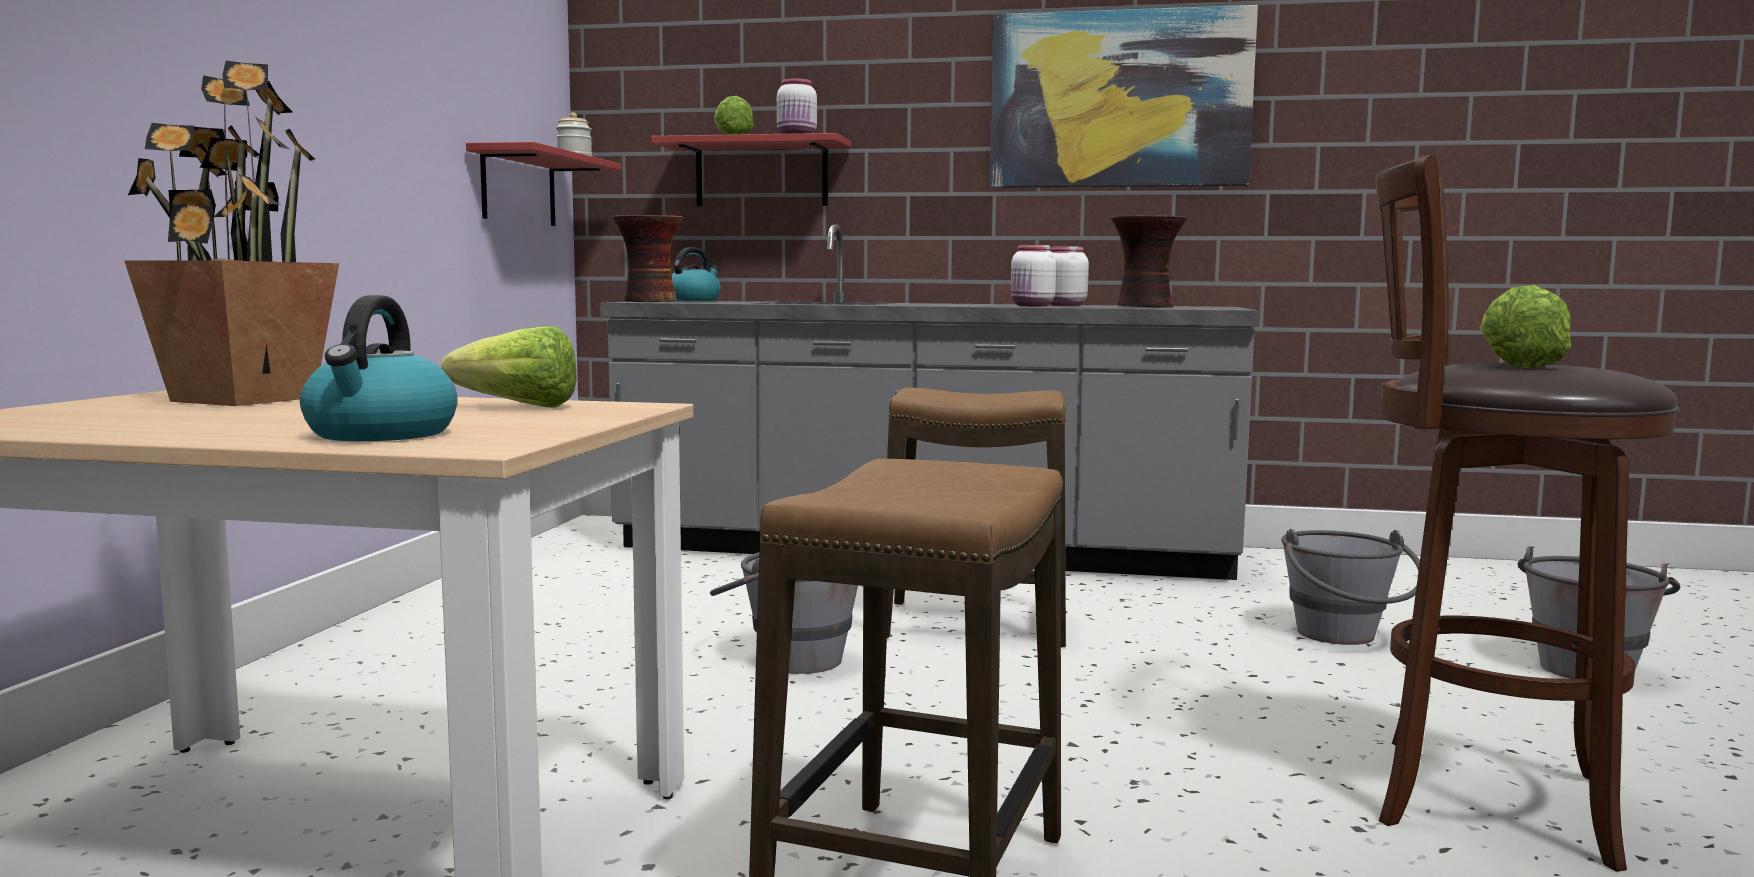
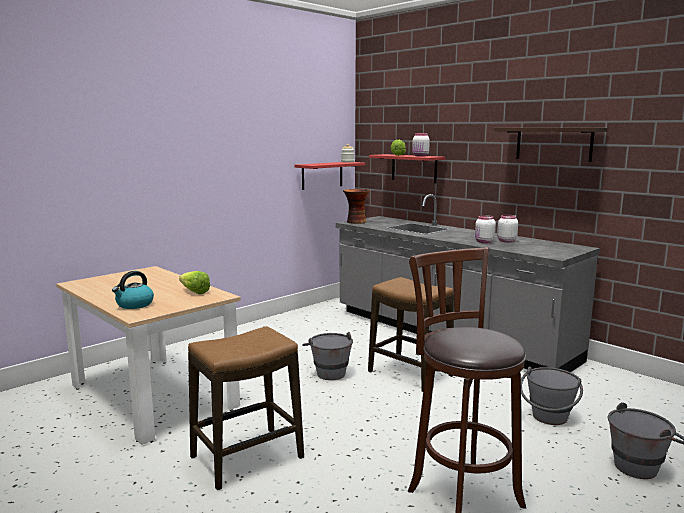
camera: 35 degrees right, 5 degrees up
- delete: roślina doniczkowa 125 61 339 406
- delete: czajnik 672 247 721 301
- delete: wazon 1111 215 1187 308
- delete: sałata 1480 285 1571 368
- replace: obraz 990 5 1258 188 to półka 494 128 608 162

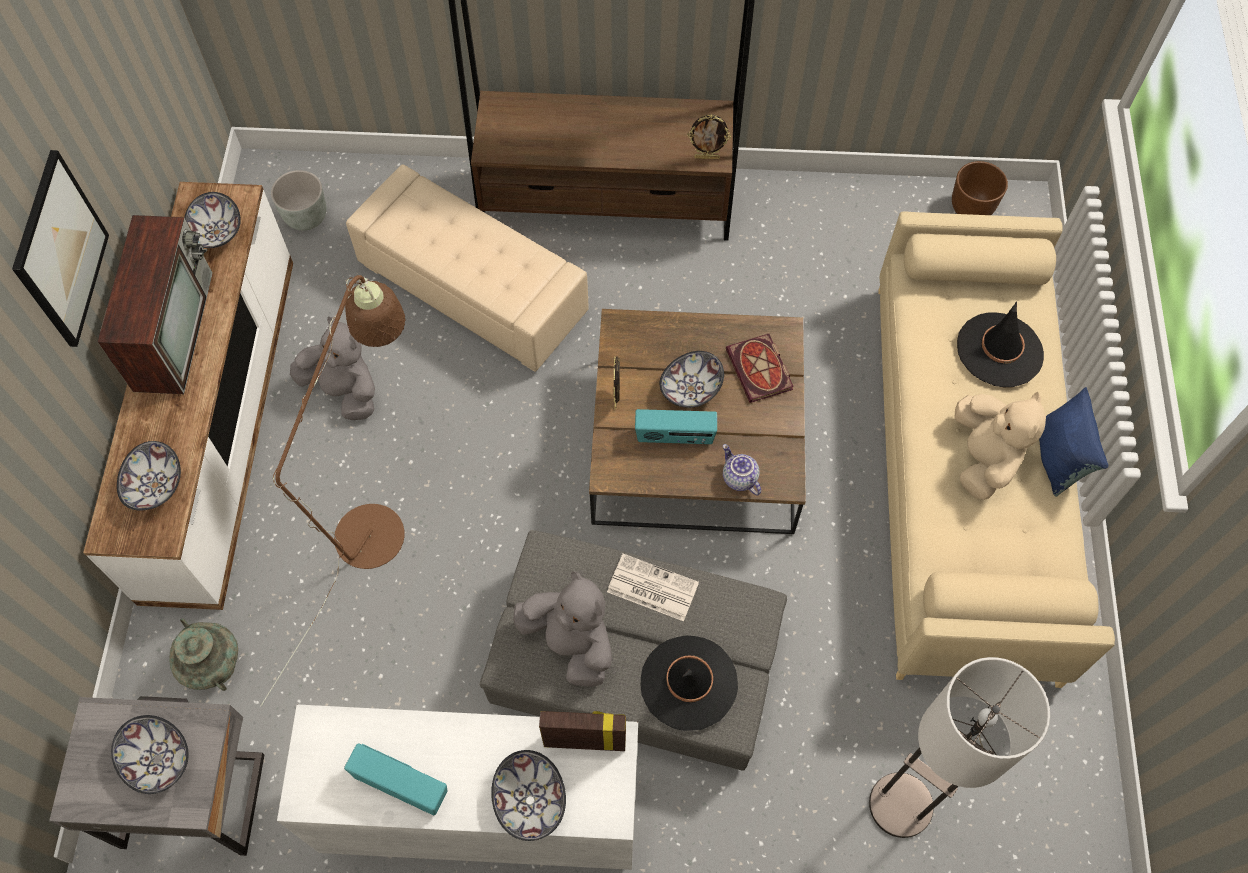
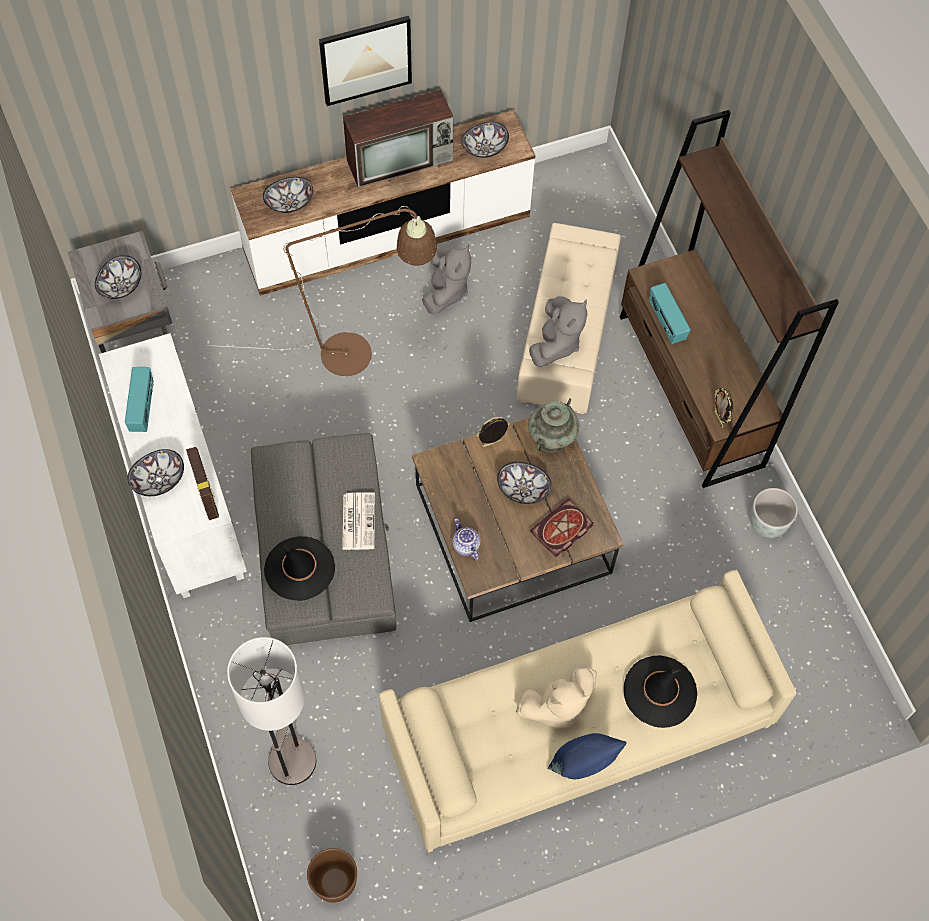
camera: 65 degrees right, 0 degrees up
- move: wazon (turkusowy) 169 618 238 691 to 528 398 579 452
- move: donica (szary) 271 170 326 231 to 750 488 798 538
- move: pluszak (szary) 513 571 612 687 to 529 296 588 367
- move: radio 635 409 717 444 to 649 283 690 344
- move: donica (brązowy) 952 161 1008 215 to 307 848 357 903
- rotate: imbryk 723 444 761 496 = 452 518 481 561 60 degrees counterclockwise

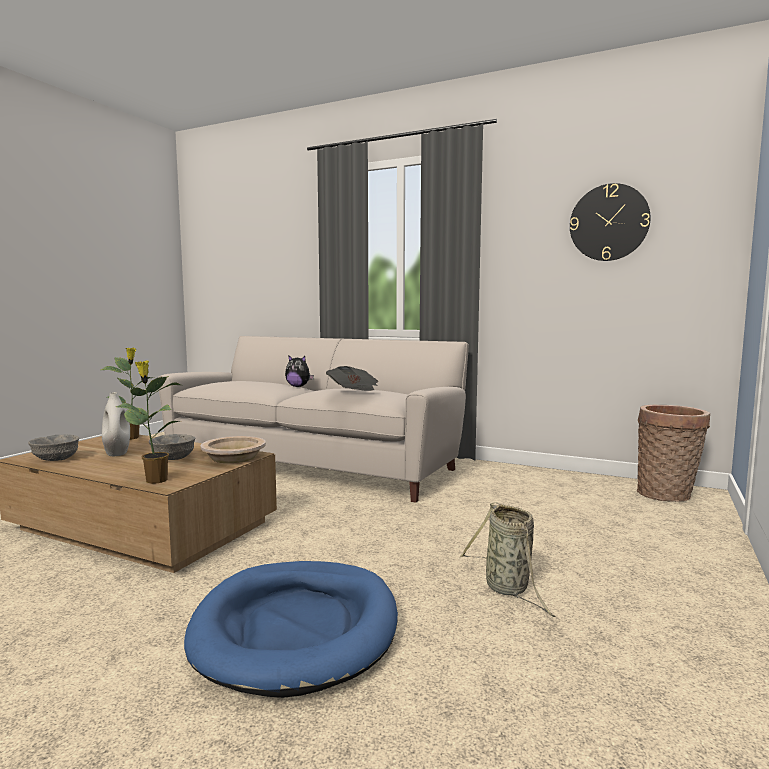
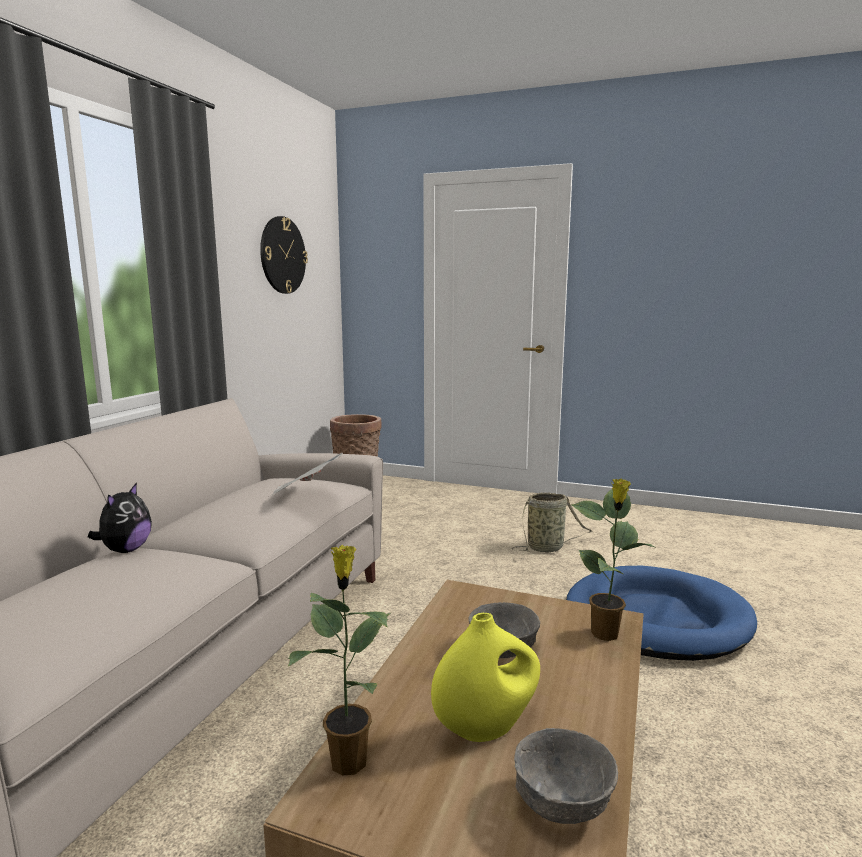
camera: 95 degrees left, 5 degrees up
- delete: miska (beżowy) 200 436 266 463
- recolor: wazon (biały) 102 392 130 456 to wazon (żółty) 431 613 540 742

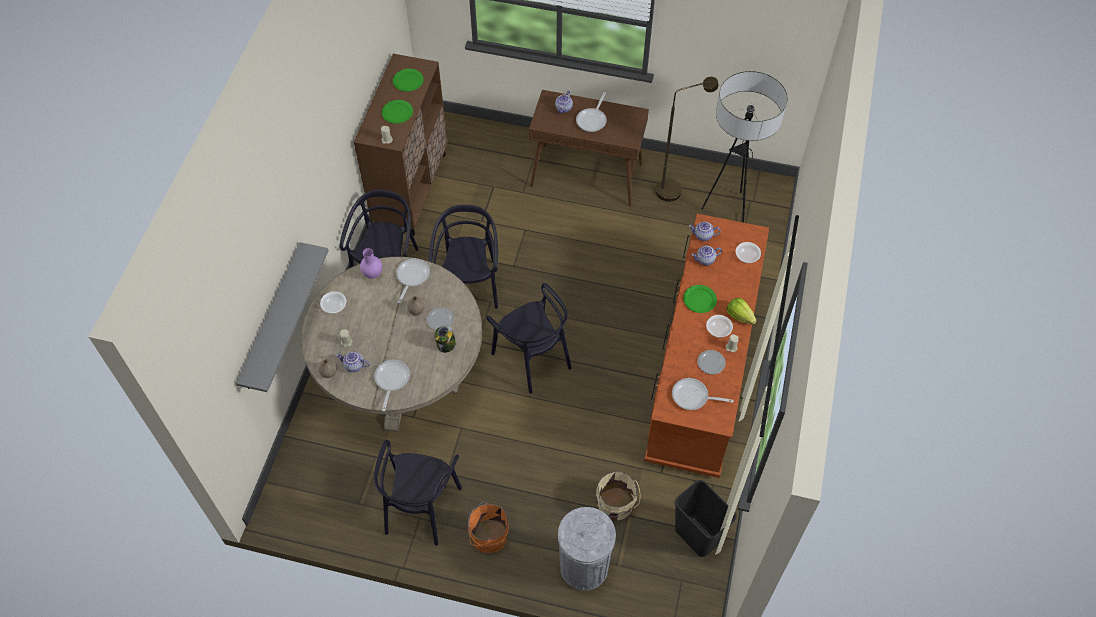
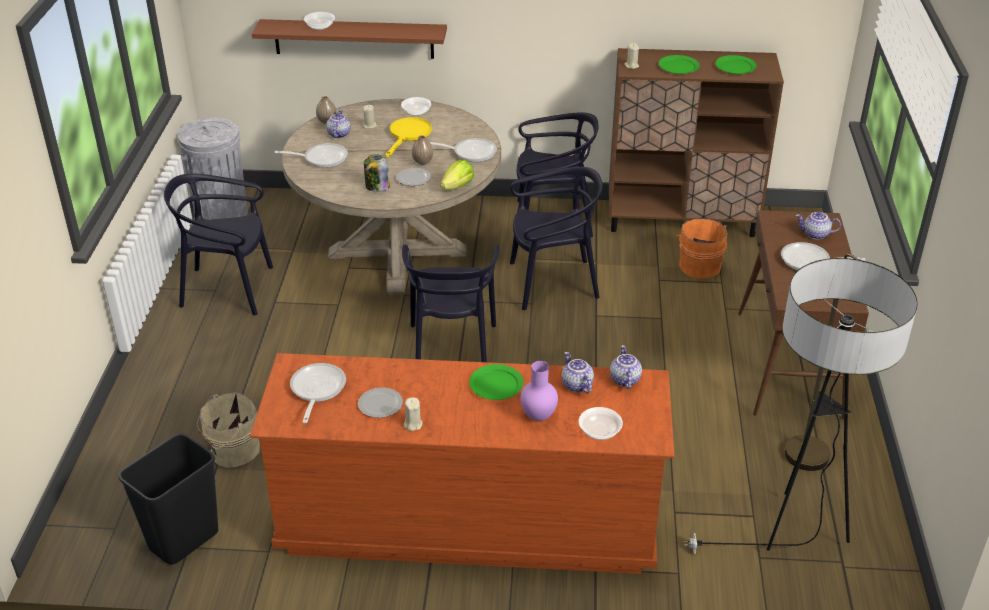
camera: 80 degrees right, 20 degrees down
- insert: patelnia (żółty) 385 117 432 157
- move: wazon (fioletowy) 360 248 382 279 to 520 361 558 421
- move: wiadro (pomarańczowy) 468 502 509 553 to 676 219 727 279
- move: kosz na śmieci (szary) 558 507 616 591 to 177 118 248 220
- move: miska 706 315 733 337 to 304 12 335 30
- move: sałata 727 298 756 325 to 441 160 474 190
- recolor: półka (szary) 236 242 329 392 to półka (brązowy) 252 19 447 59
- rotate: krzesło (czarny) 486 283 572 393 = 402 245 500 362 45 degrees counterclockwise

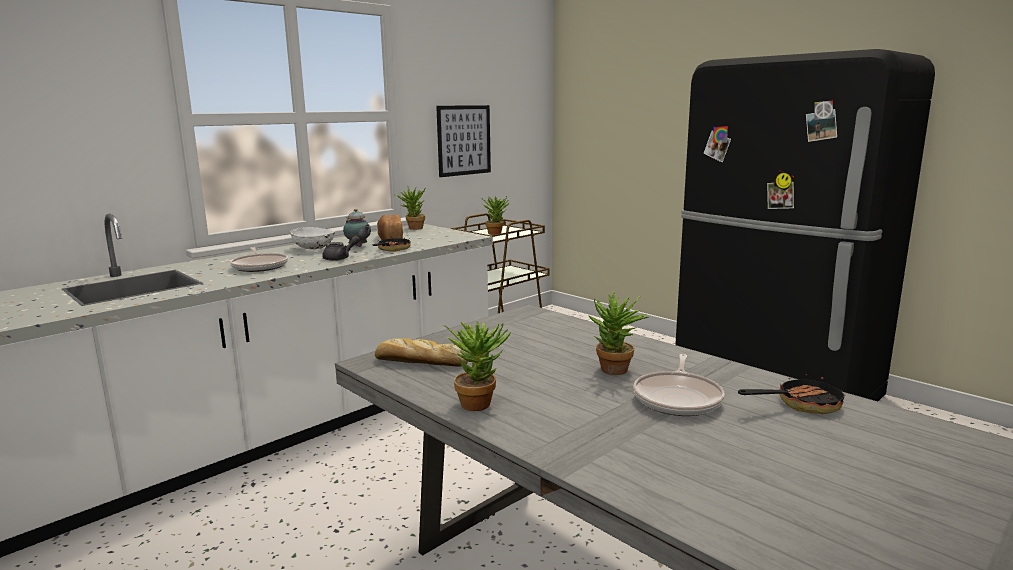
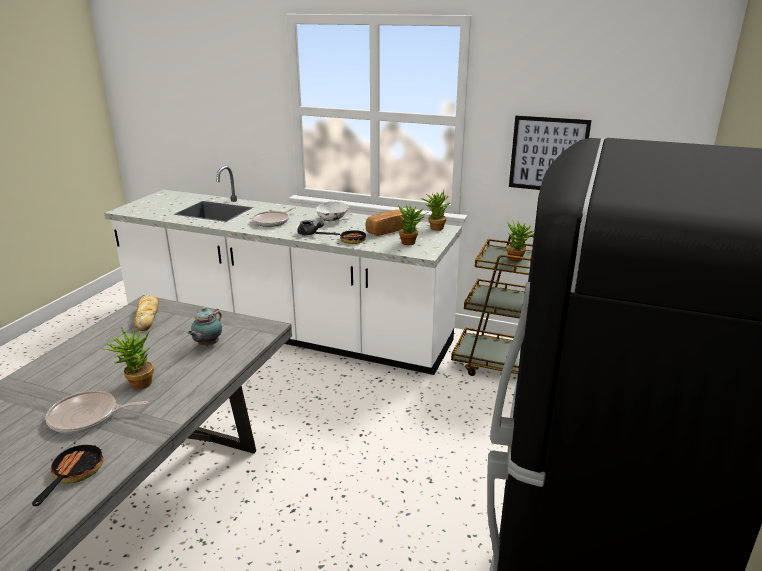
camera: 65 degrees right, 10 degrees up
- move: imbryk 343 209 371 247 to 188 307 222 346
- move: roślina doniczkowa 442 321 511 411 to 398 203 428 245
- rotate: patelnia 738 370 845 414 = 32 442 103 506 135 degrees counterclockwise

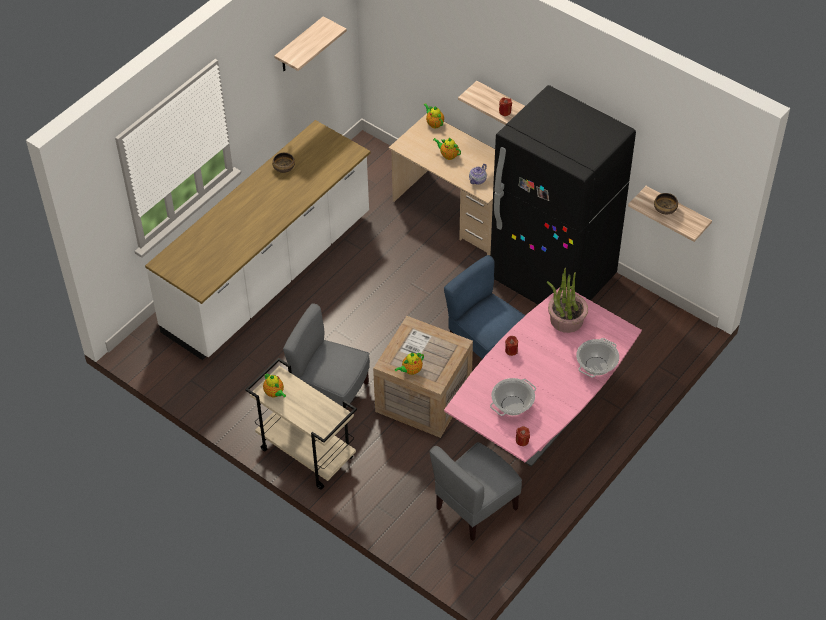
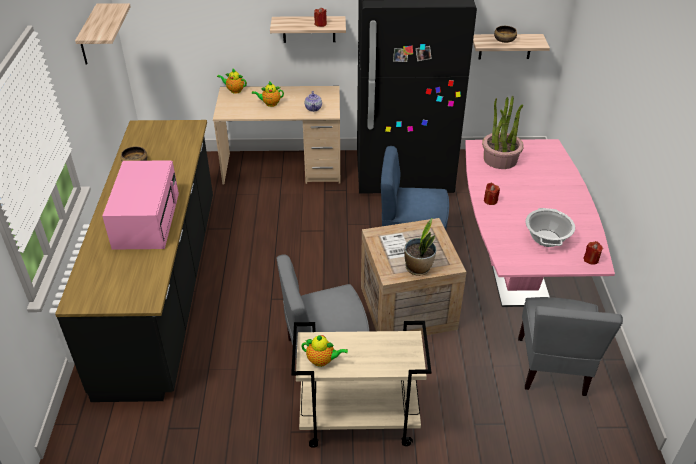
camera: 40 degrees left, 10 degrees down
- delete: garnek 576 338 619 377
- insert: mikrofalówka (różowy) 102 160 179 250
- replace: imbryk 395 353 424 375 to roślina doniczkowa 404 218 436 276
- recolor: zabudowa kuchenna (biały) 145 120 371 360 to zabudowa kuchenna (czarny) 55 120 213 402

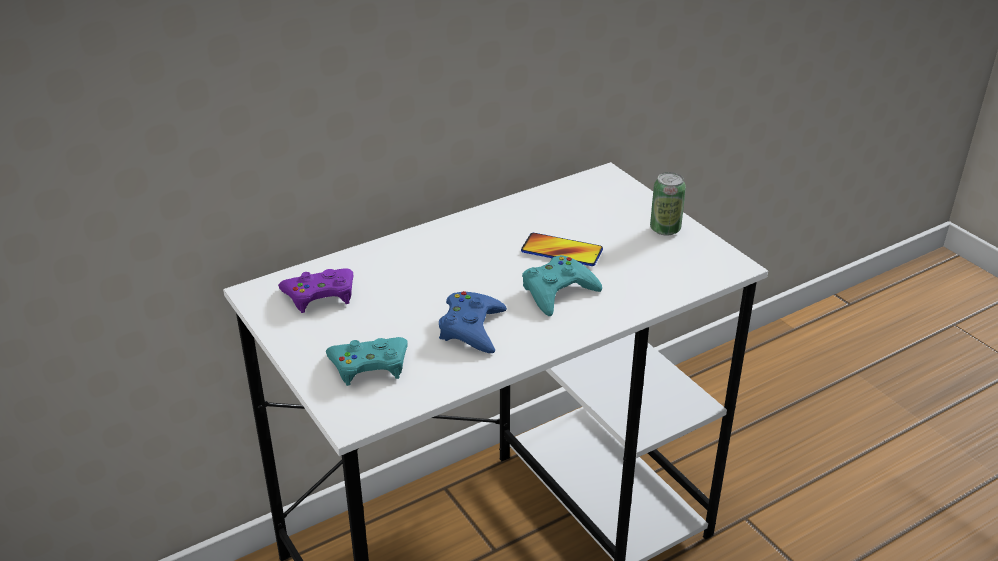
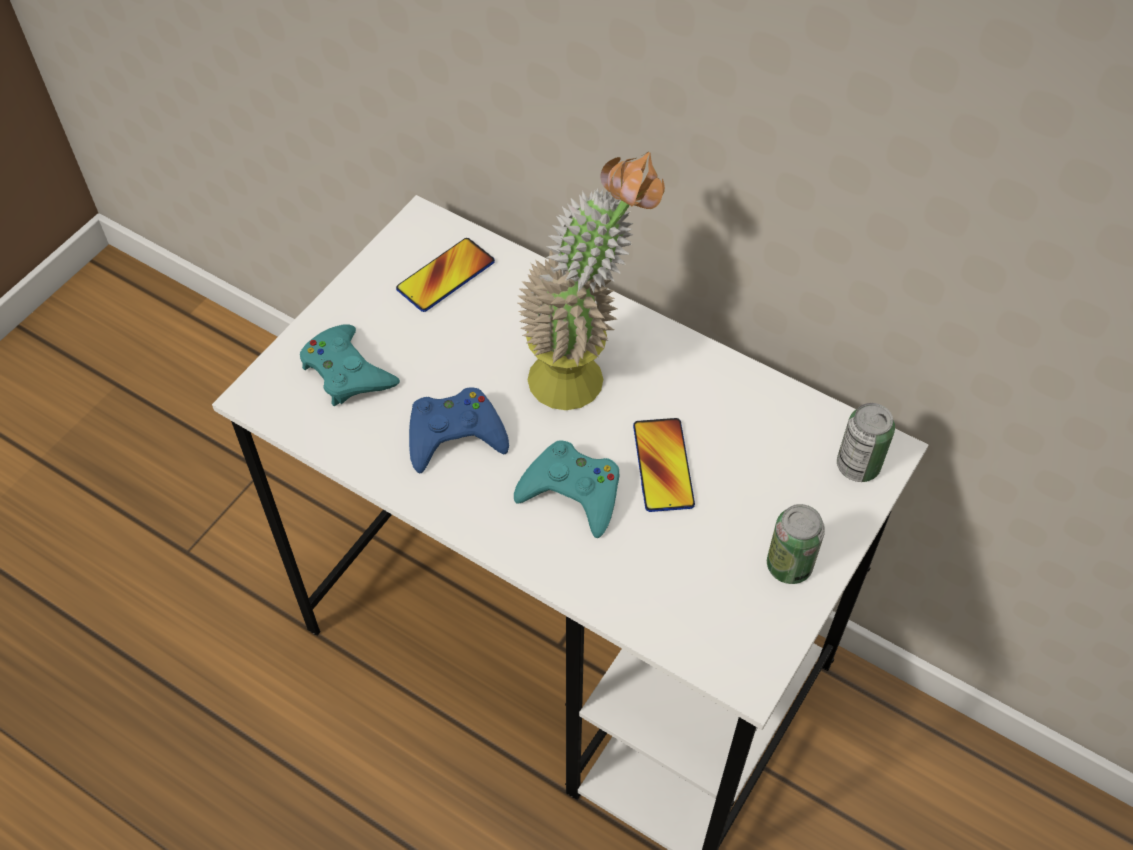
camera: 65 degrees right, 20 degrees up
- insert: roślina doniczkowa 518 152 665 410
- insert: puszka 837 403 895 482
- replace: pad do gier (fioletowy) 278 268 353 313 to telefon 396 238 495 312

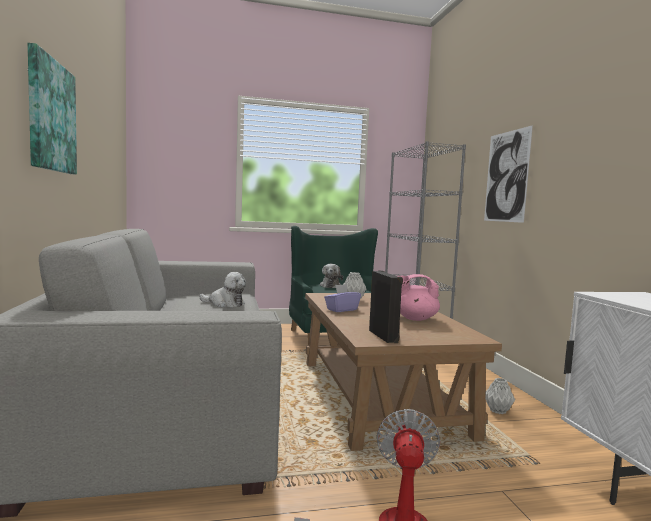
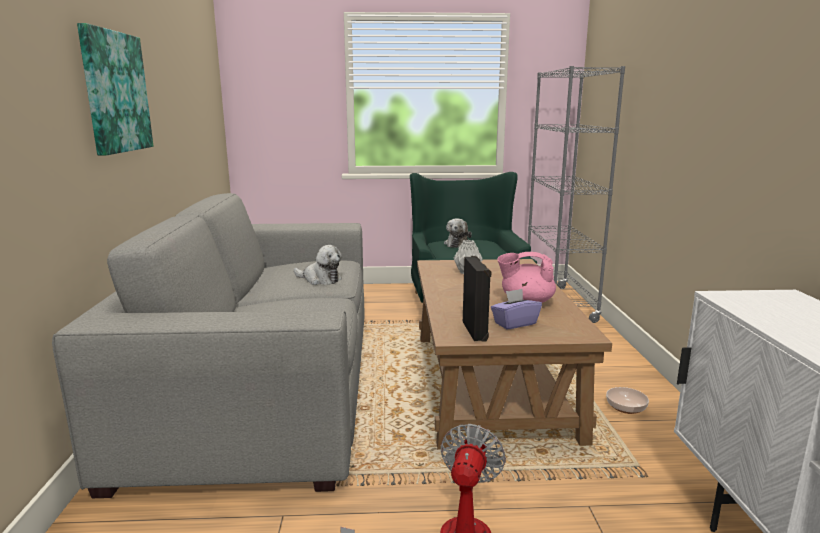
camera: 10 degrees right, 10 degrees up
- delete: obraz 484 125 533 223
- move: pudełko chusteczek (fioletowy) 324 284 361 312 to 491 289 542 330
- replace: wazon (szary) 485 378 515 414 to miska 606 387 649 414

